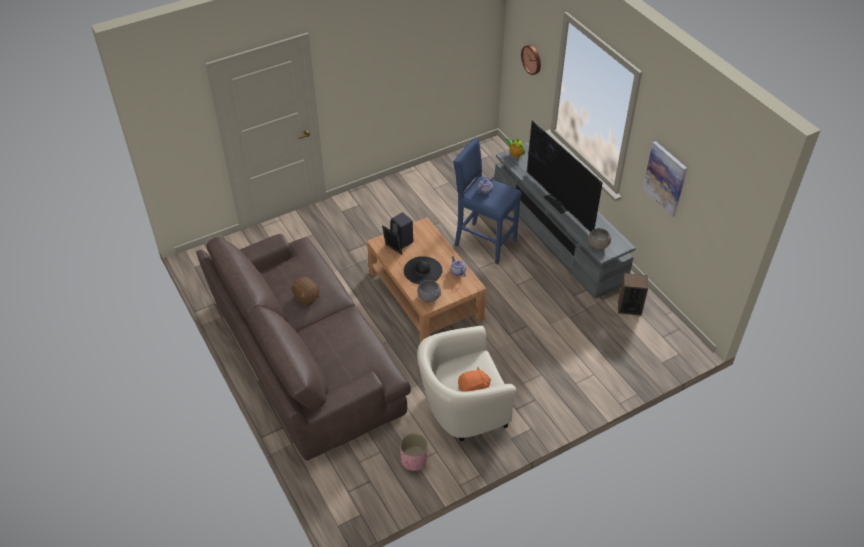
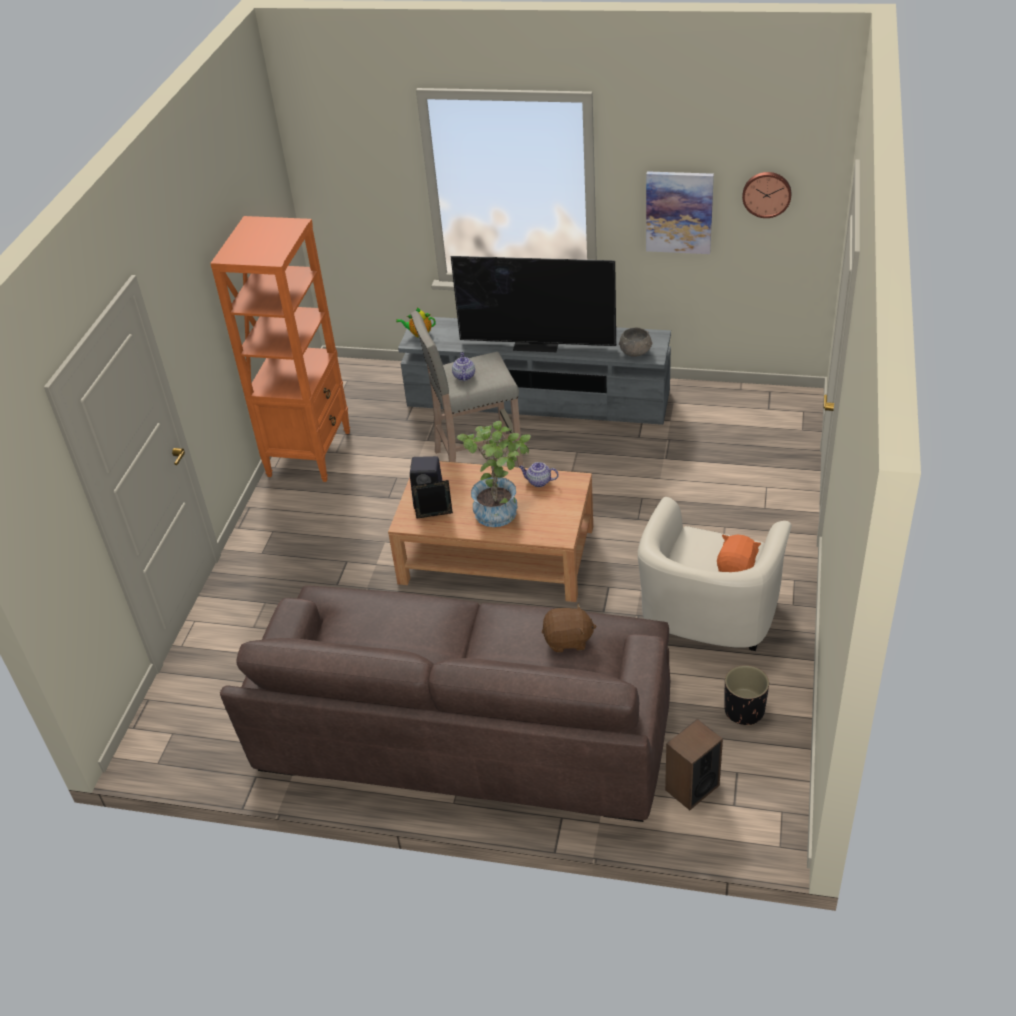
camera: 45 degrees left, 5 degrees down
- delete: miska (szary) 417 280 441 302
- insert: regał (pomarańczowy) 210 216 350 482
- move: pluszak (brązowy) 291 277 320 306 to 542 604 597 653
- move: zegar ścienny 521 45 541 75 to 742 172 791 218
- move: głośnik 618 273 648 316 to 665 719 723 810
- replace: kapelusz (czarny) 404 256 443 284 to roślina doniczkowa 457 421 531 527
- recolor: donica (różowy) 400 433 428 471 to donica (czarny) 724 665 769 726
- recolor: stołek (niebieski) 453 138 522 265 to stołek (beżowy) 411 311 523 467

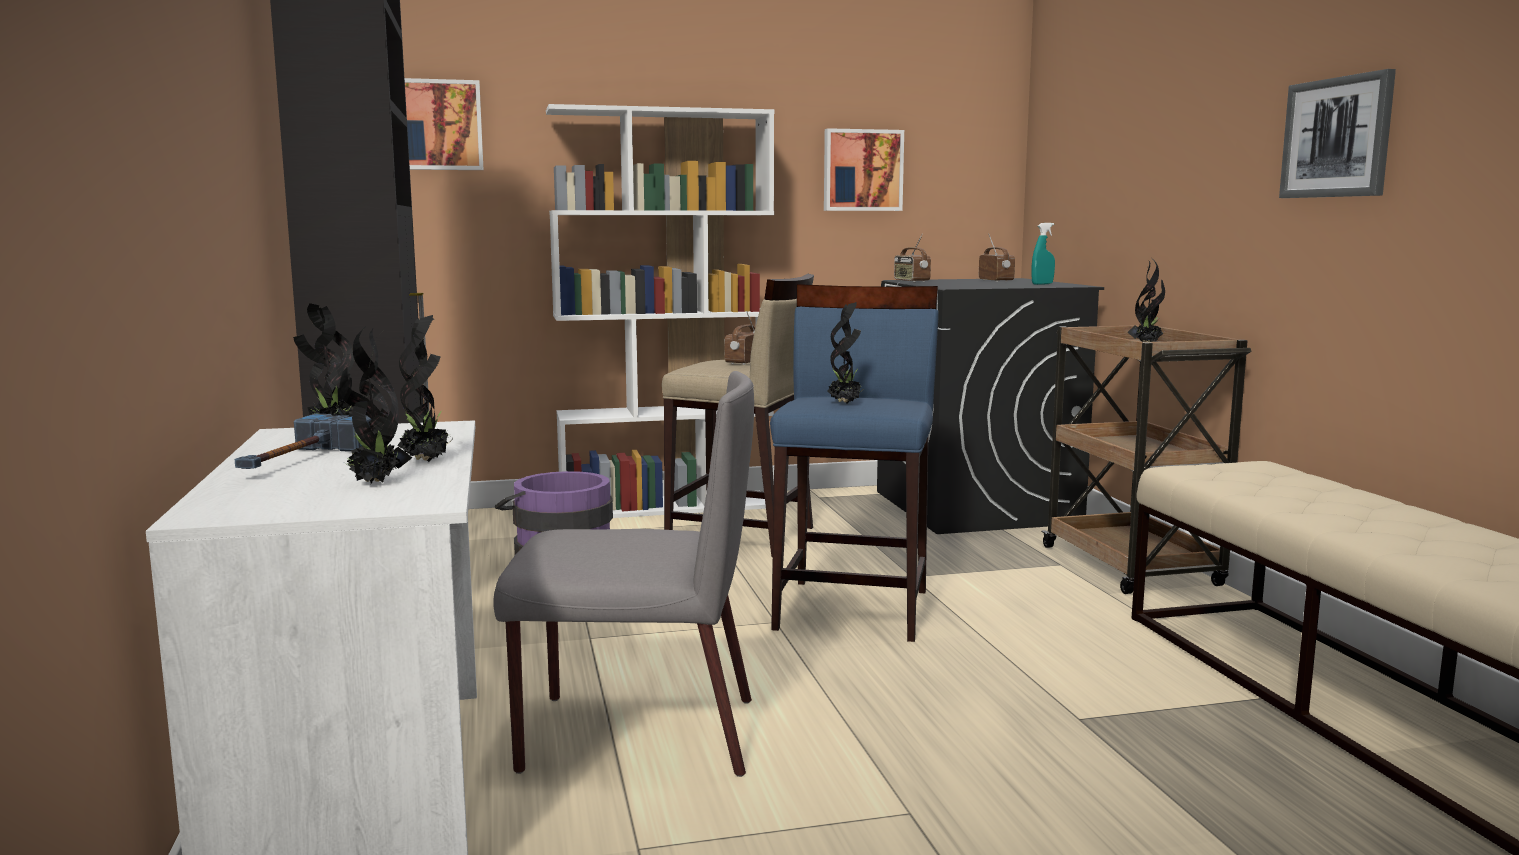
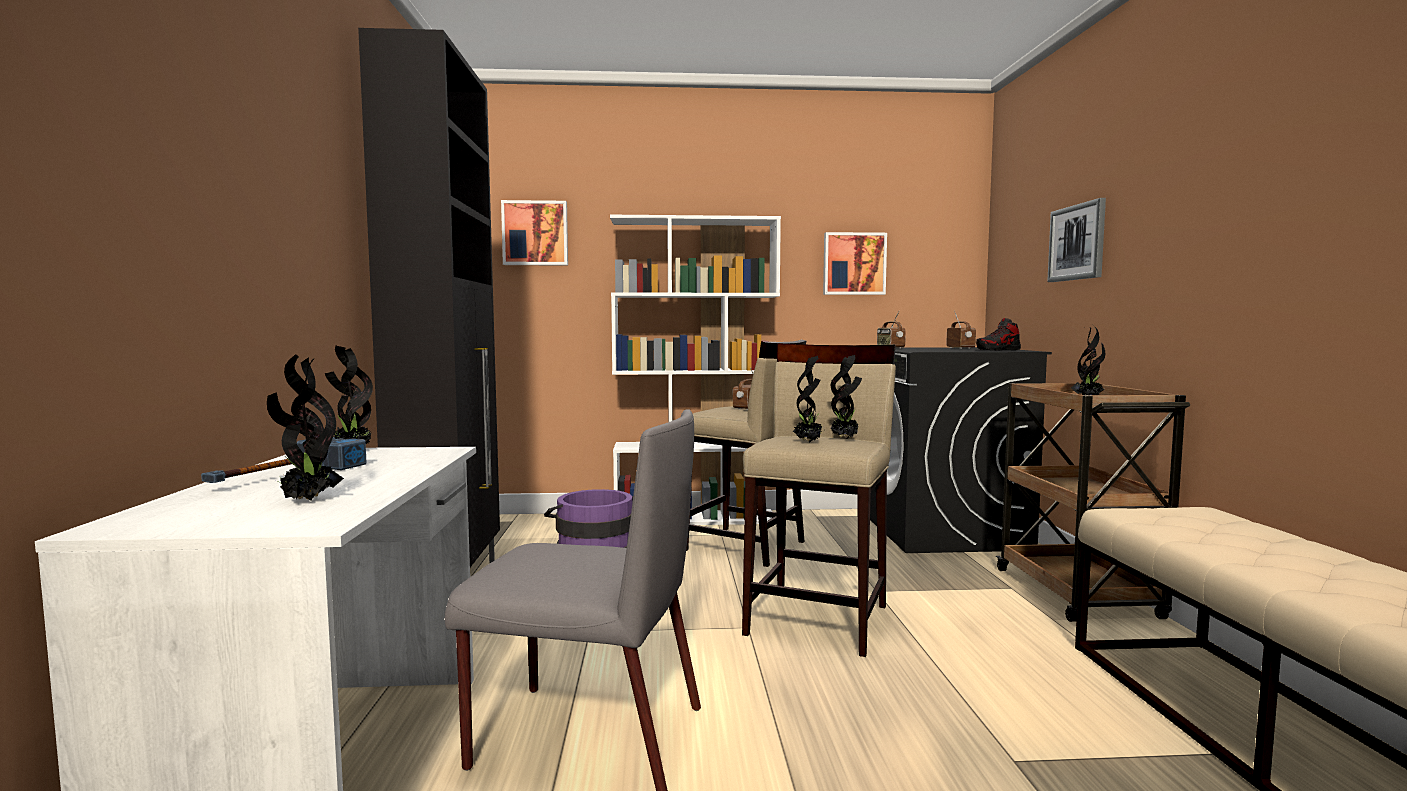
camera: 10 degrees right, 5 degrees down
- move: roślina doniczkowa 397 315 453 462 to 831 355 862 439
- move: obraz 1279 69 1396 198 to 1047 198 1106 282
- replace: spryskiwacz (turkusowy) 1032 223 1055 285 to but 976 318 1021 351
- recolor: stołek (niebieski) 770 284 939 642 to stołek (beżowy) 742 343 896 657

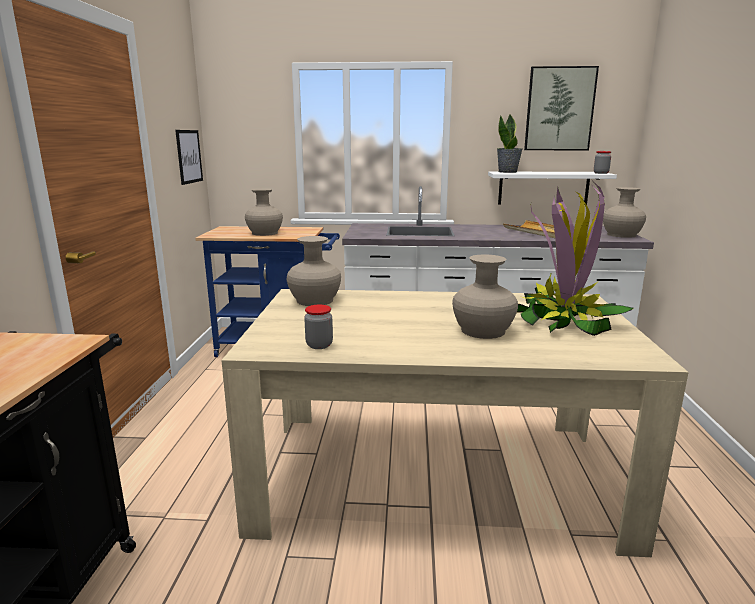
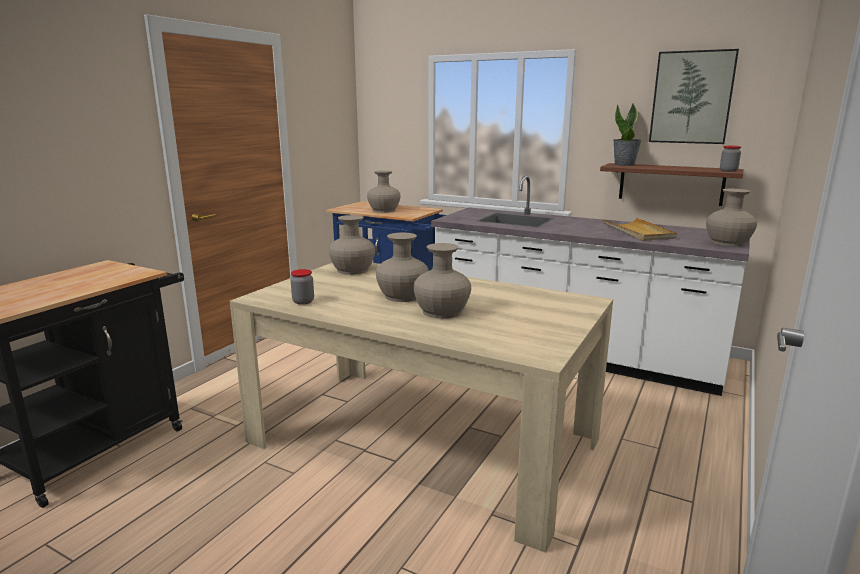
camera: 25 degrees right, 0 degrees up
- delete: obraz 175 130 203 185
- delete: roślina doniczkowa 517 180 634 336
- insert: wazon (beżowy) 376 233 429 302
- recolor: półka (biały) 488 171 617 204 to półka (brązowy) 600 163 744 206

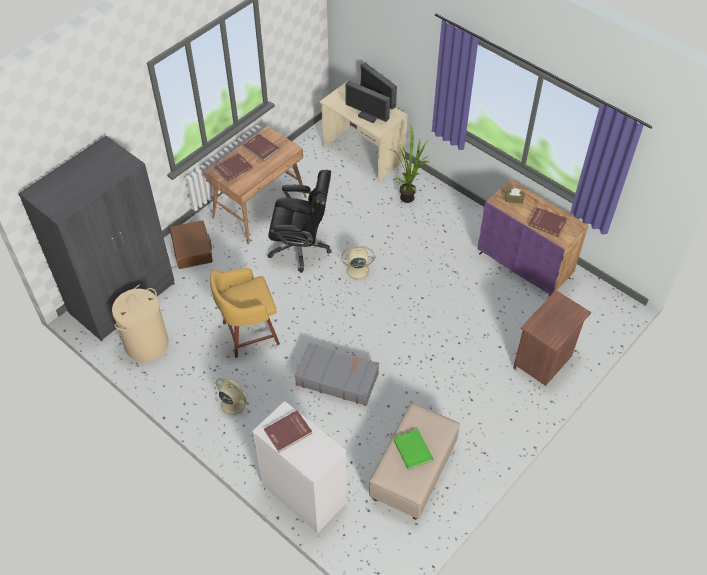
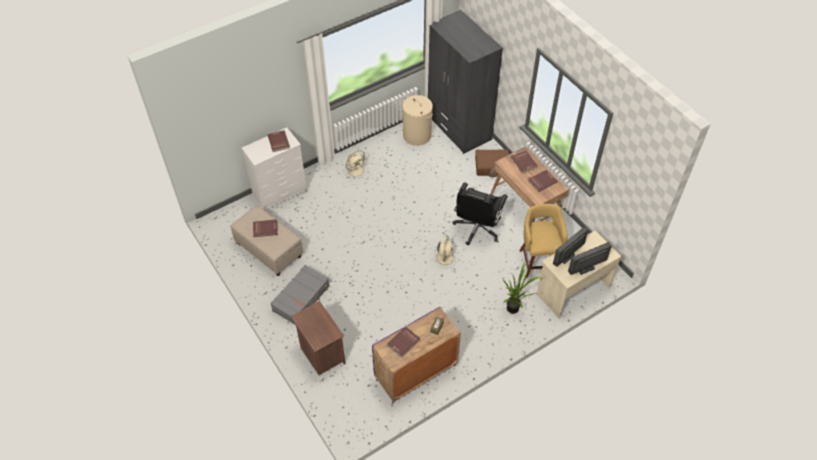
camera: 105 degrees right, 0 degrees up
- move: stołek (żółty) 210 268 280 358 to 519 204 568 278
- move: walizka (szary) 295 343 379 406 to 270 265 330 325
- recolor: książka (zielony) 393 429 433 470 to książka (czerwony) 253 219 278 237

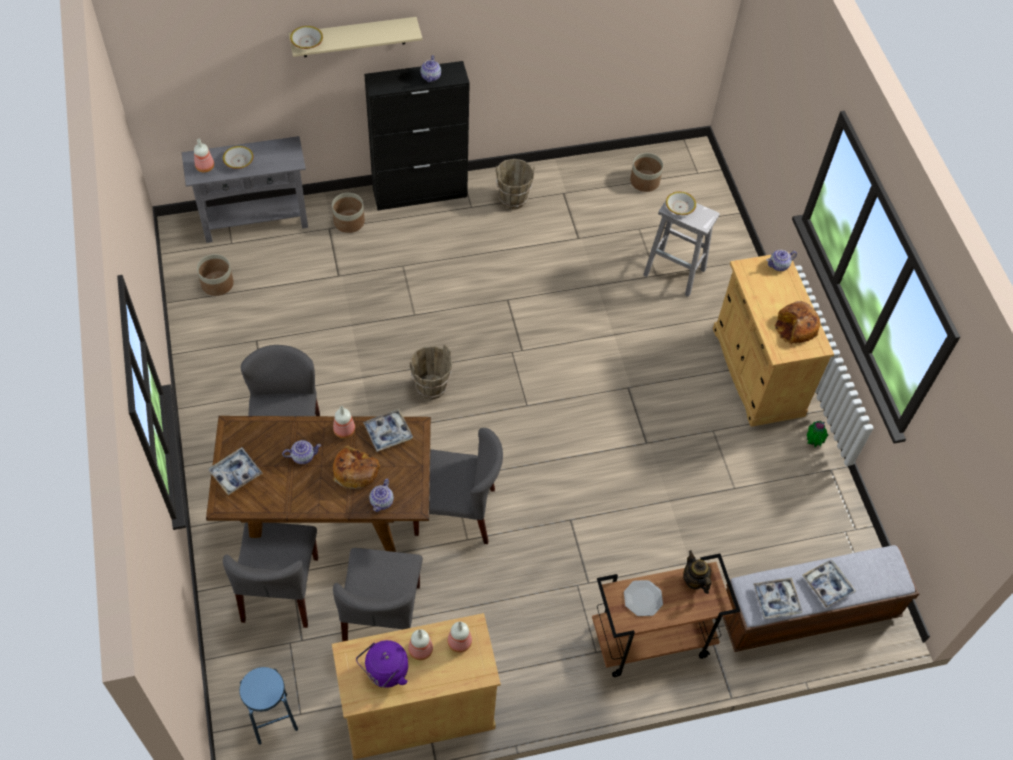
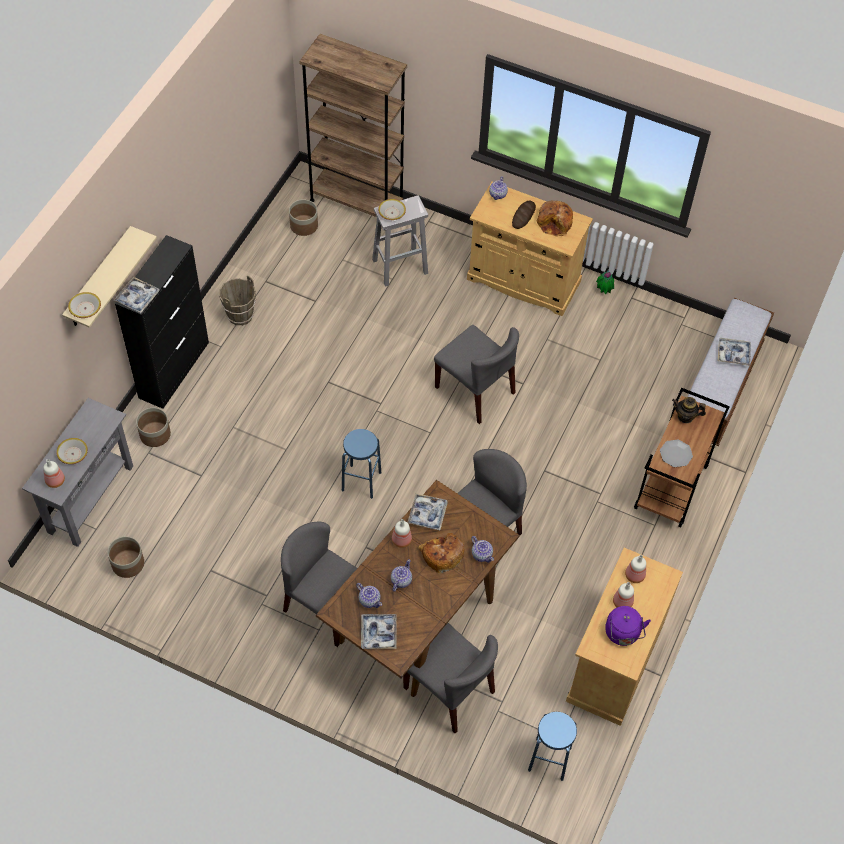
camera: 50 degrees left, 0 degrees up
- insert: regał (brązowy) 299 34 407 217
- insert: chleb 512 201 536 229
- move: krzesło (szary) 333 548 423 642 to 434 325 519 424
- move: imbryk 421 55 441 82 to 357 583 382 608
- move: taca 753 578 803 619 to 114 277 159 313
- replace: wiadro (brązowy) 410 345 452 399 to stołek (niebieski) 342 429 381 499

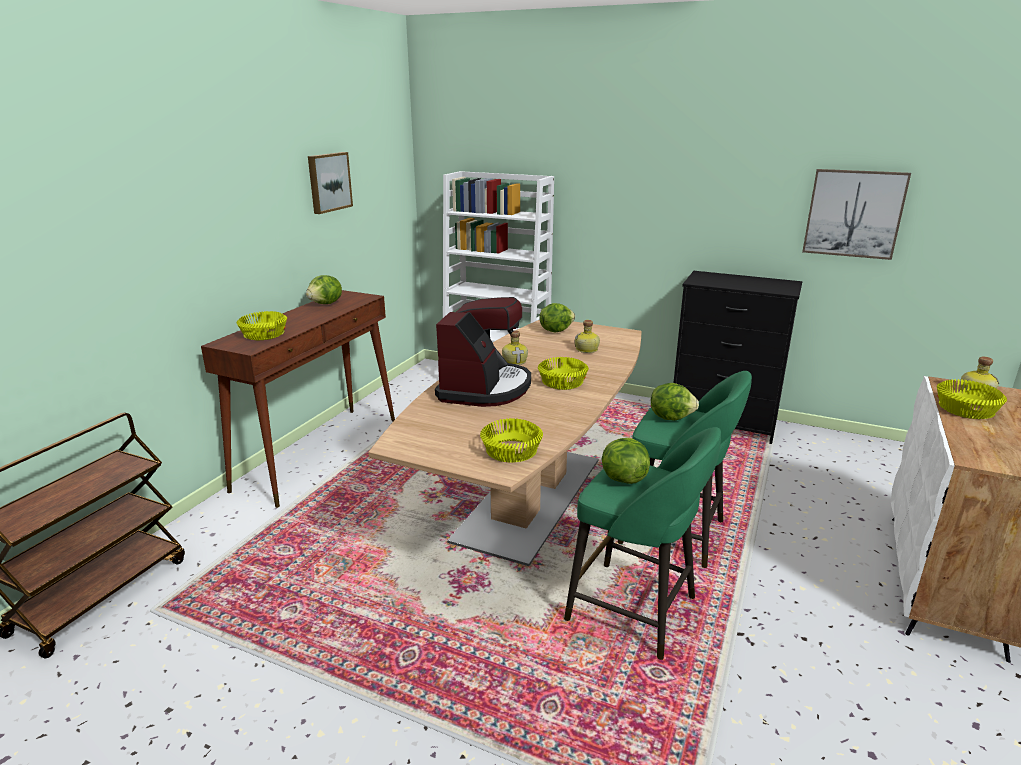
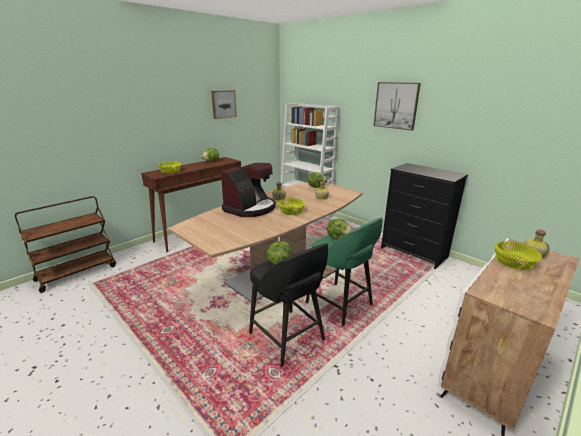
camera: 20 degrees right, 0 degrees up
- delete: miska (żółty) 480 418 543 462
- move: obraz 802 169 911 260 to 373 82 421 131
- recolor: stołek (zielony) 564 427 721 660 to stołek (czarny) 249 243 328 367

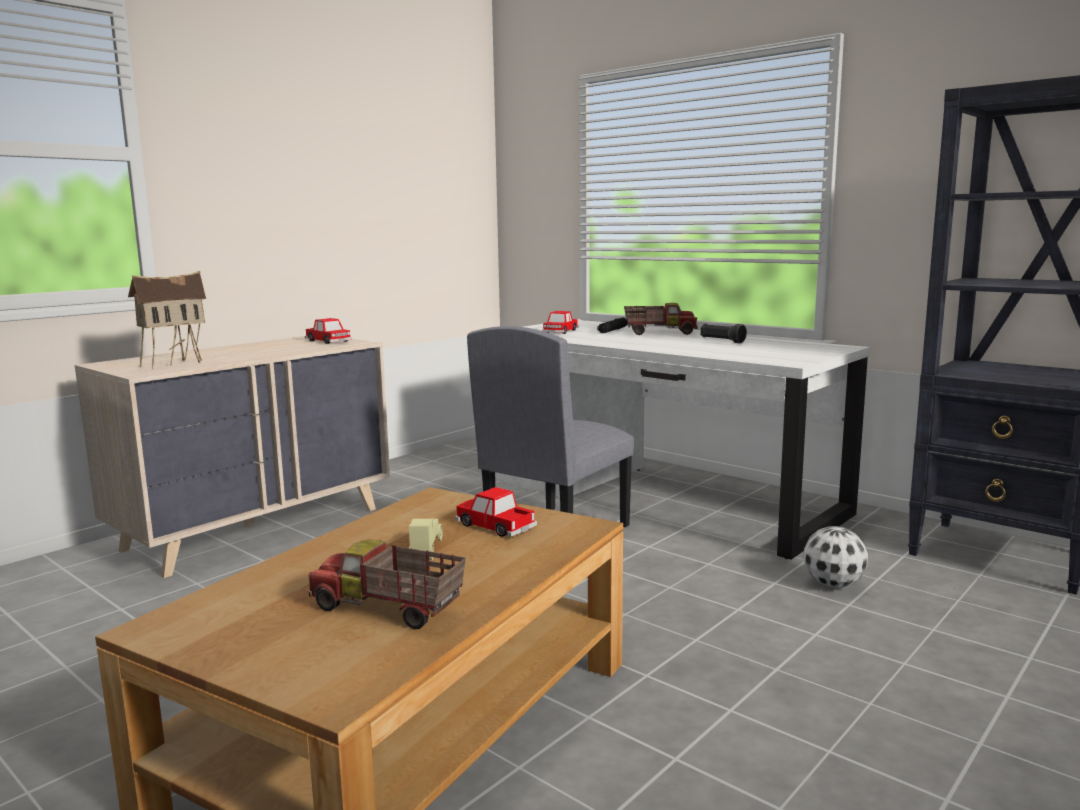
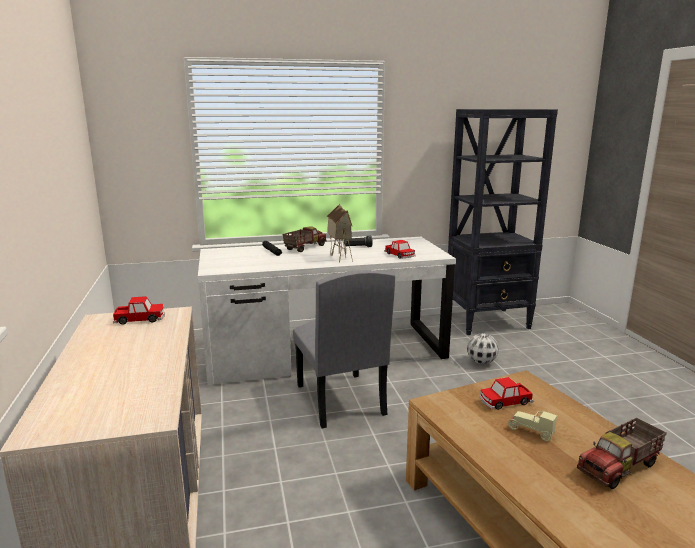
camera: 55 degrees left, 5 degrees up
- move: domek 128 271 206 369 to 326 204 353 263
- move: samochodzik 542 311 579 334 to 384 240 416 259

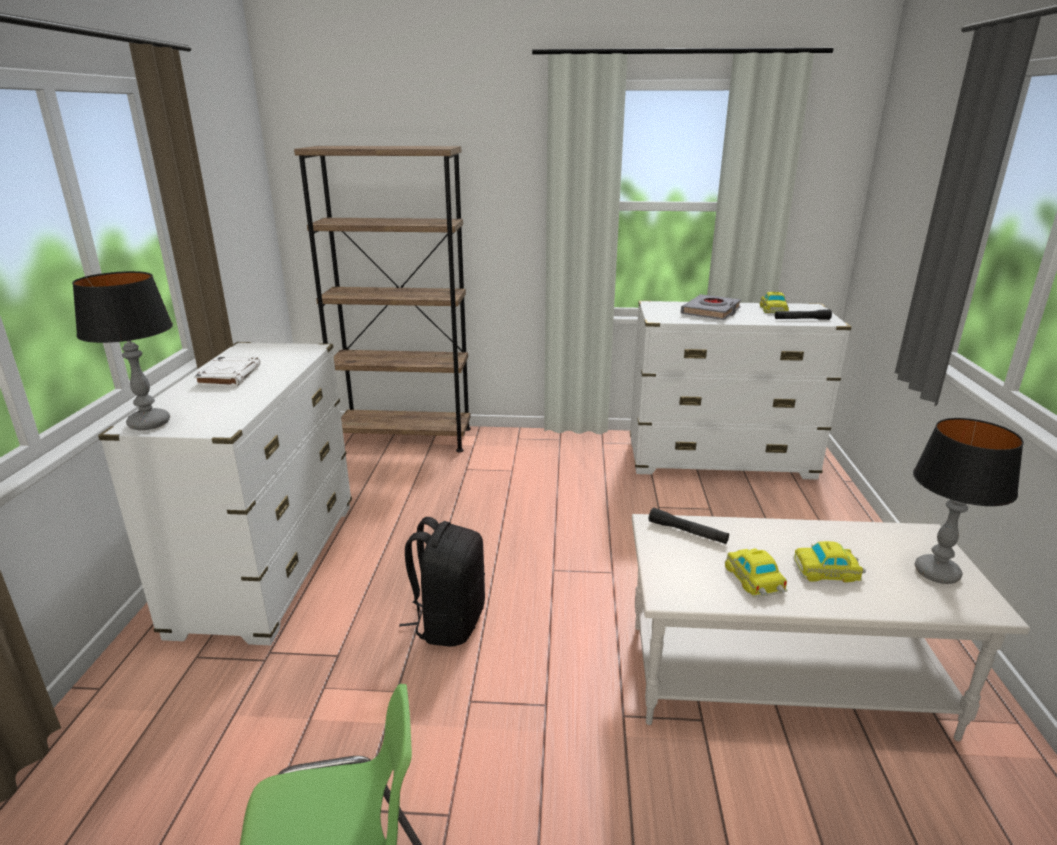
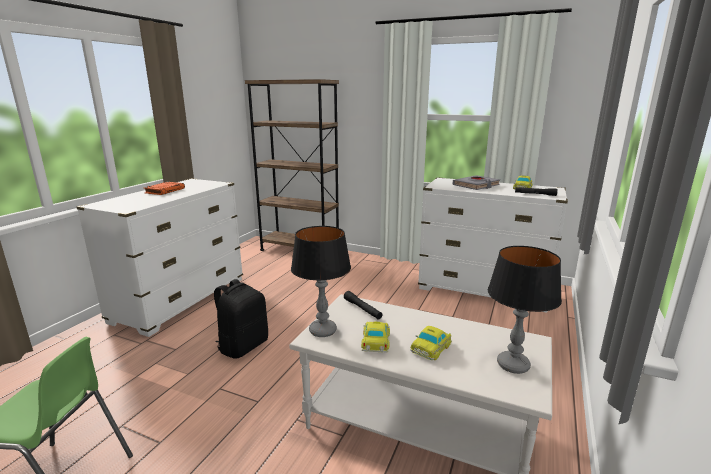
camera: 20 degrees right, 5 degrees down
- move: lampa stołowa 72 271 173 430 to 291 226 351 337
- recolor: książka (biały) 194 357 260 387 to książka (pomarańczowy) 144 182 185 195
- rotate: samochodzik 793 541 866 583 = 410 326 452 360 75 degrees counterclockwise

